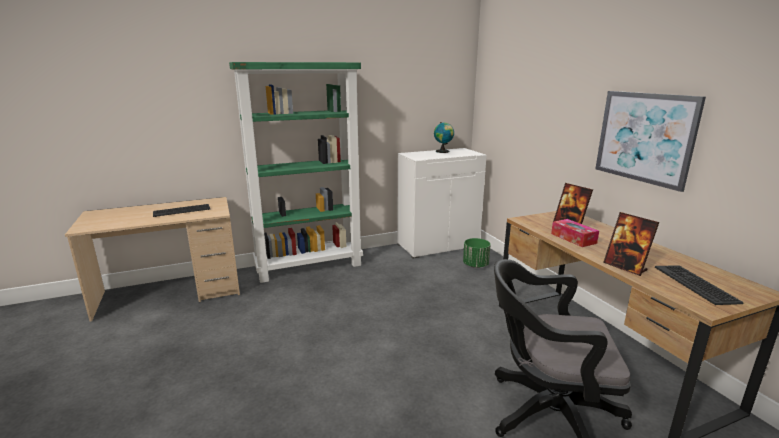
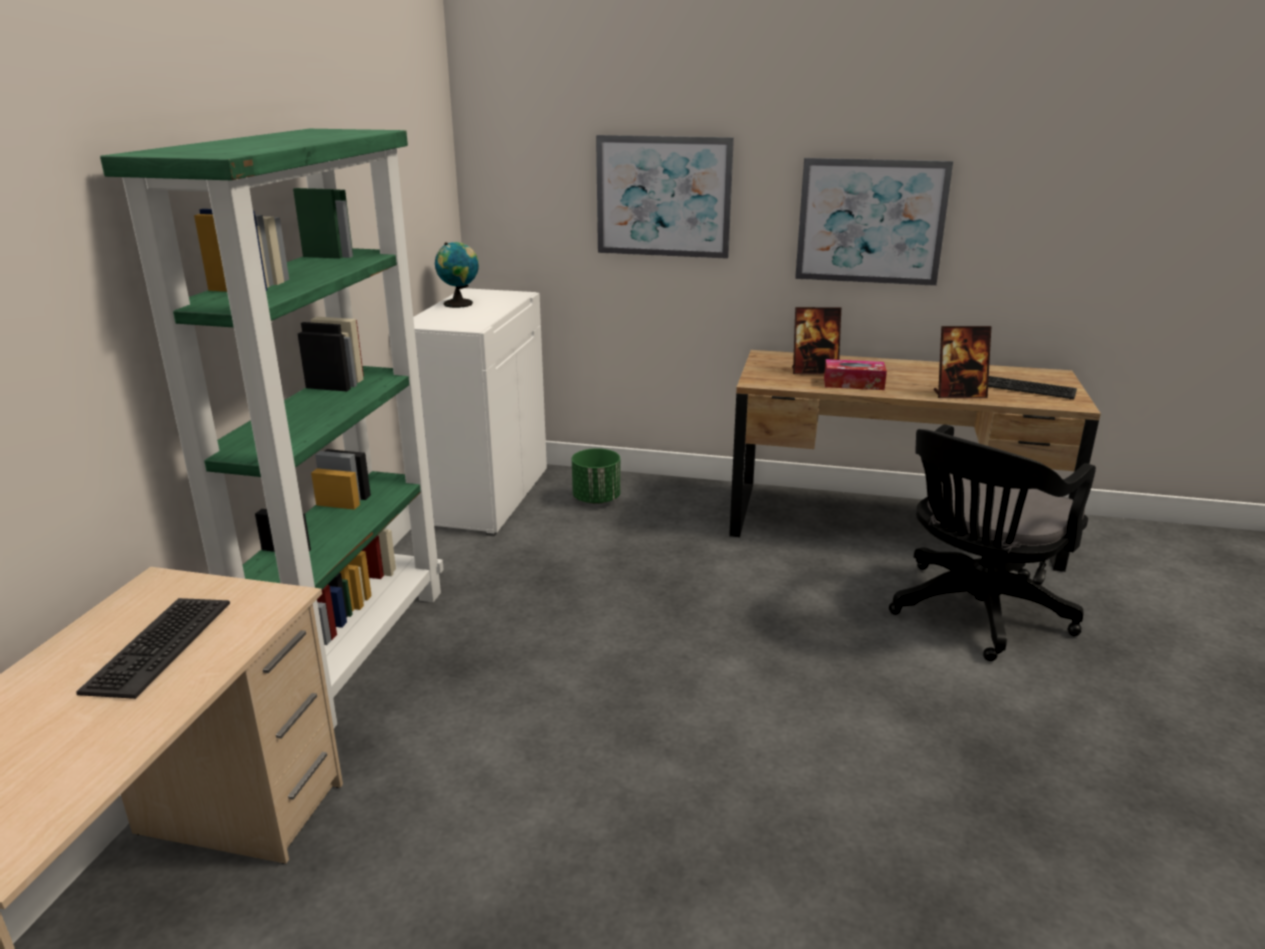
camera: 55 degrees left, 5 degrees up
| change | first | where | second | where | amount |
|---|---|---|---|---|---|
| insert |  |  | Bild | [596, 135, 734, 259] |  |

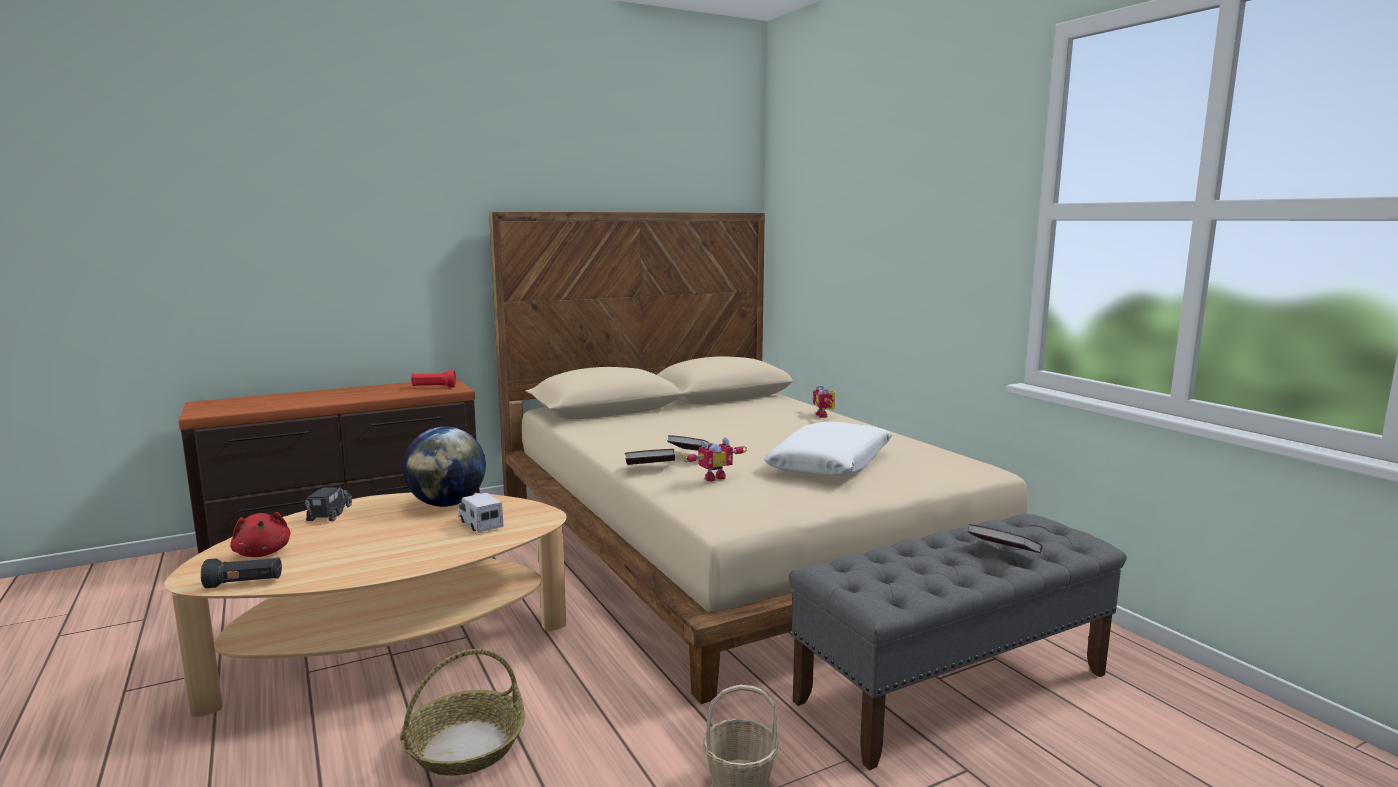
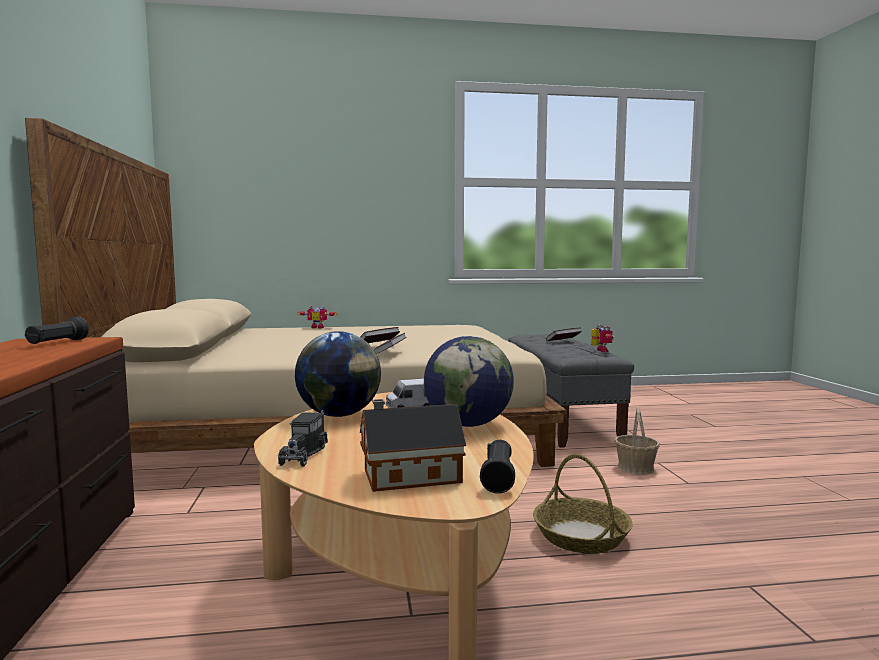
camera: 70 degrees left, 5 degrees down
| change | first | where | second | where | amount |
|---|---|---|---|---|---|
| delete | Kissen (weiß) | [764, 421, 892, 476] |  |  |  |
| insert |  |  | Globus | [424, 336, 514, 427] |  |
| move | Spielzeugroboter | [683, 438, 747, 482] |  | [591, 324, 614, 352] |  |
| replace | Plüschtier (rot) | [230, 512, 290, 557] | Spielzeughaus | [360, 399, 466, 492] |  |
| recolor | Taschenlampe (rot) | [411, 370, 456, 388] | Taschenlampe (schwarz) | [25, 317, 89, 344] |  |
| rotate | Spielzeuglaster | [305, 487, 352, 521] |  | [278, 410, 328, 466] | 105 degrees counterclockwise |

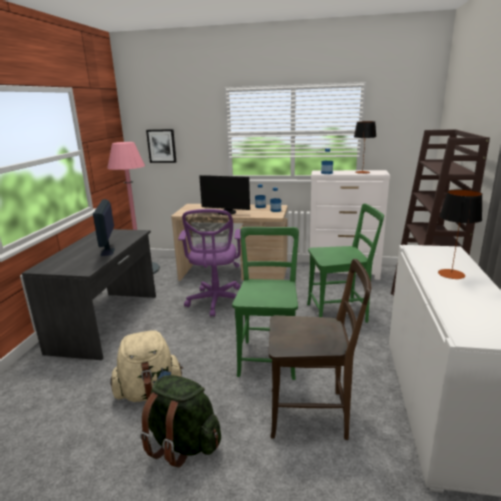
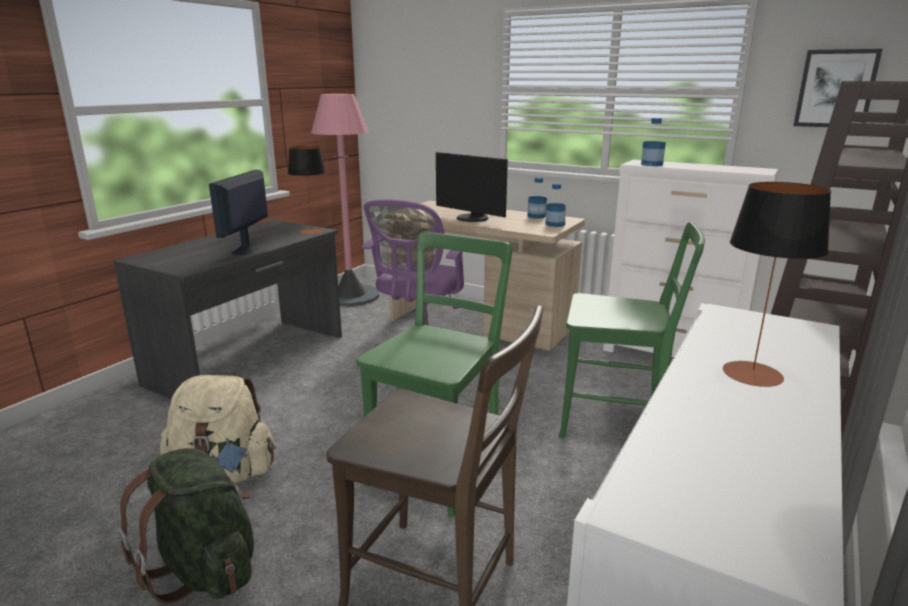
camera: 20 degrees right, 0 degrees up
| change | first | where | second | where | amount |
|---|---|---|---|---|---|
| move | Bild | [146, 129, 176, 163] |  | [793, 49, 883, 127] |  |
| move | Tischlampe | [354, 121, 376, 174] |  | [288, 146, 326, 234] |  |

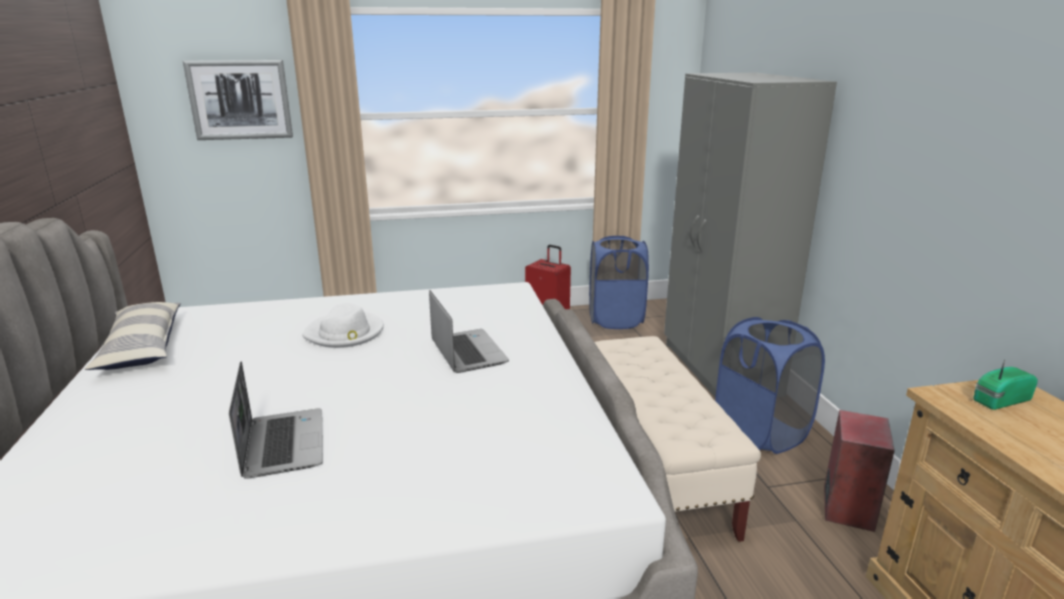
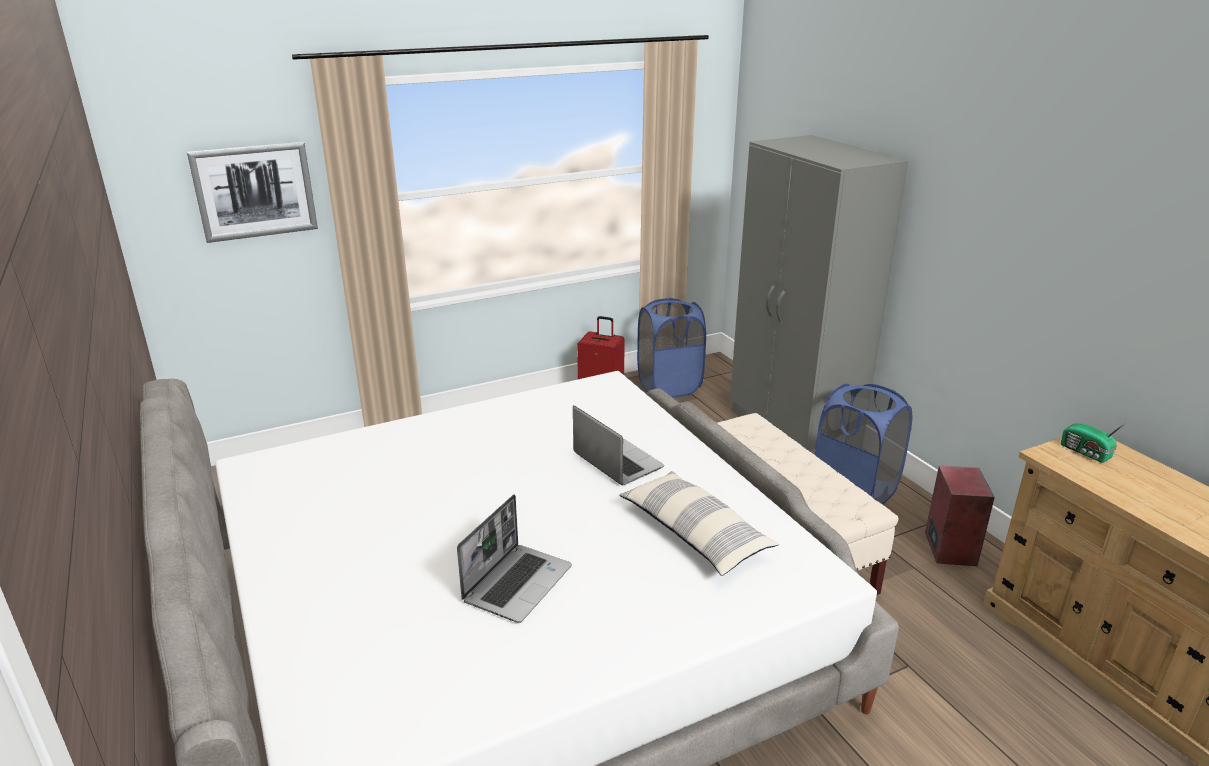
camera: 15 degrees left, 5 degrees up
| change | first | where | second | where | amount |
|---|---|---|---|---|---|
| delete | Hut (weiß) | [302, 303, 384, 348] |  |  |  |
| move | Kissen | [85, 302, 181, 370] |  | [619, 471, 779, 576] |  |
| rotate | Laptop | [229, 361, 323, 479] |  | [457, 494, 572, 623] | 60 degrees clockwise |
| rotate | Radio | [973, 360, 1038, 410] |  | [1061, 420, 1129, 463] | 90 degrees counterclockwise |

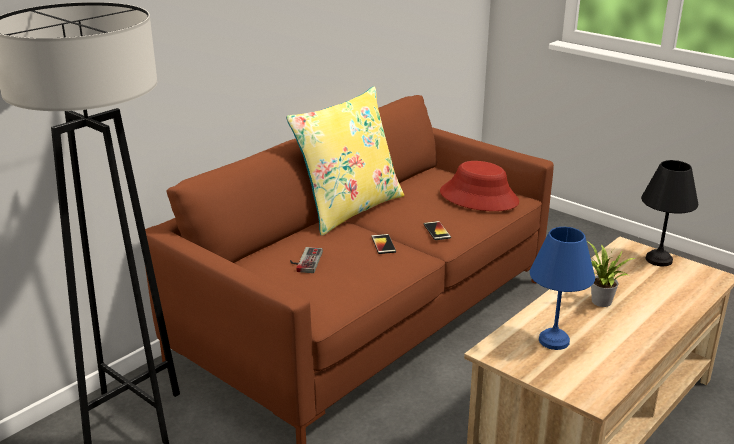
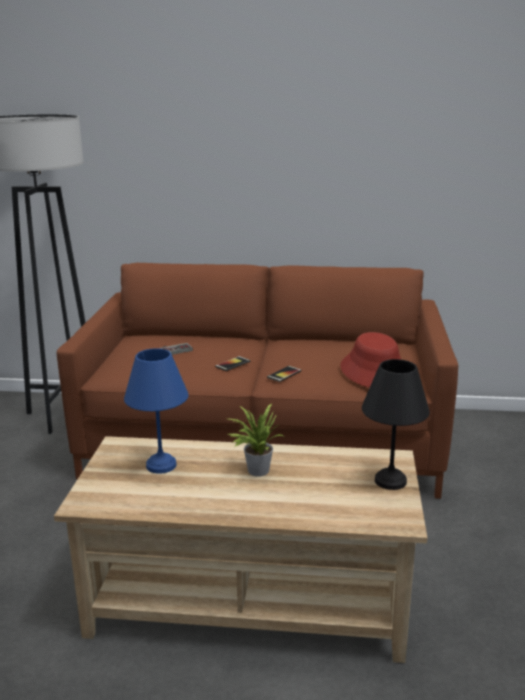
camera: 55 degrees right, 5 degrees down
| change | first | where | second | where | amount |
|---|---|---|---|---|---|
| delete | Kissen (gelb) | [286, 86, 404, 236] |  |  |  |

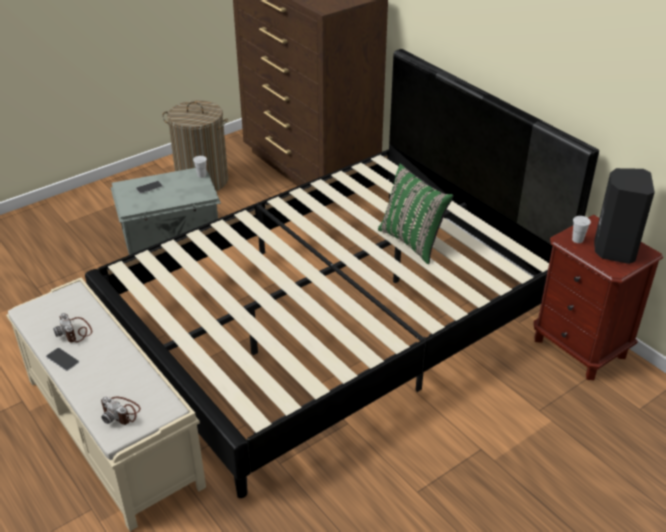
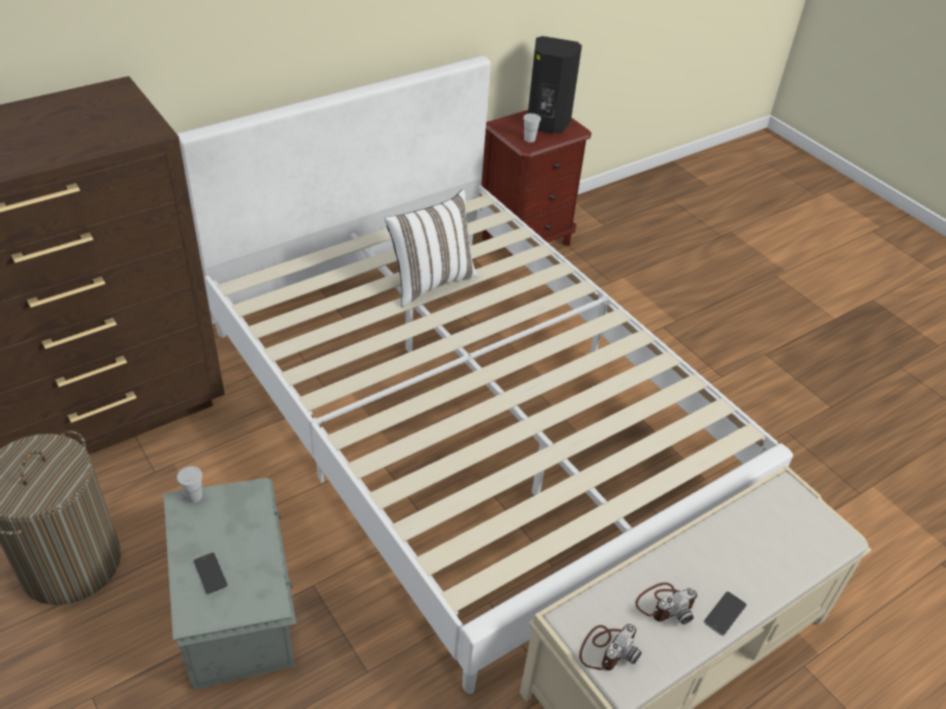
camera: 90 degrees left, 5 degrees up
| change | first | where | second | where | amount |
|---|---|---|---|---|---|
| move | Kamera | [101, 396, 141, 425] |  | [579, 624, 642, 671] |  |
| recolor | Bett (schwarz) | [85, 49, 599, 498] | Bett (weiß) | [177, 56, 793, 694] |  |
| recolor | Kissen (grün) | [378, 164, 454, 264] | Kissen (weiß) | [385, 190, 478, 307] |  |

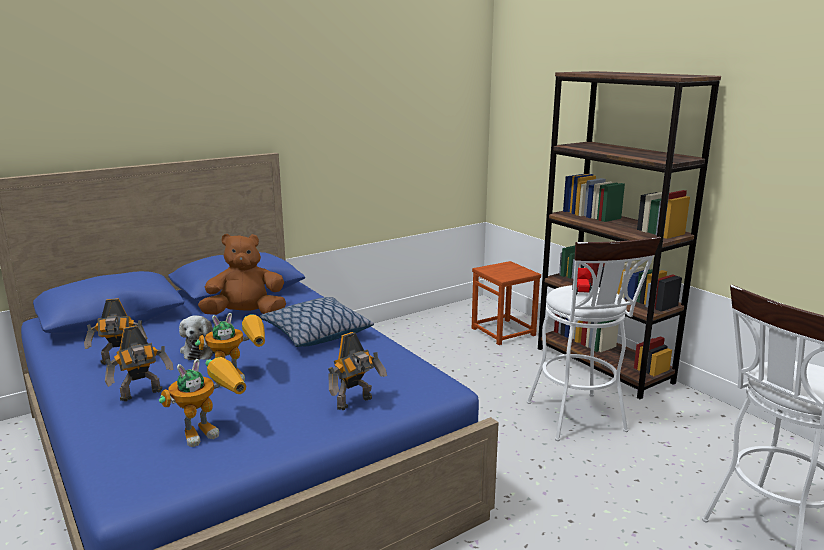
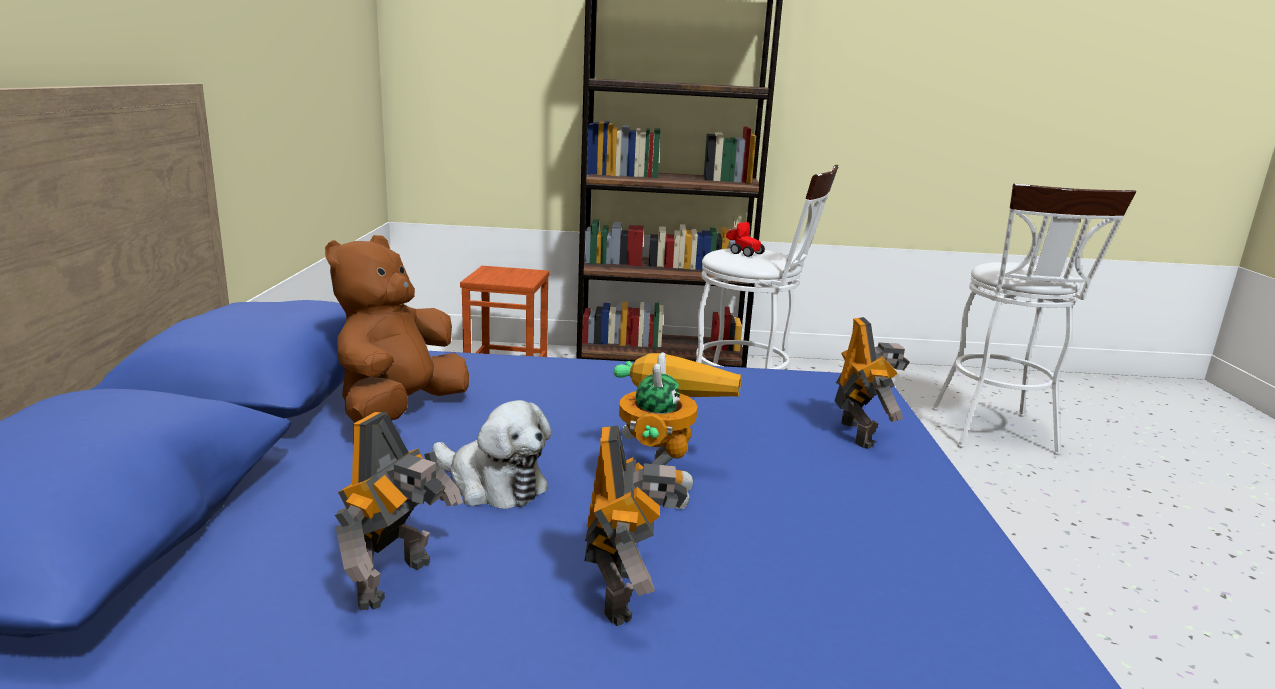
camera: 55 degrees left, 0 degrees up
| change | first | where | second | where | amount |
|---|---|---|---|---|---|
| delete | Spielzeugroboter | [159, 357, 246, 447] |  |  |  |
| delete | Kissen | [259, 297, 374, 347] |  |  |  |

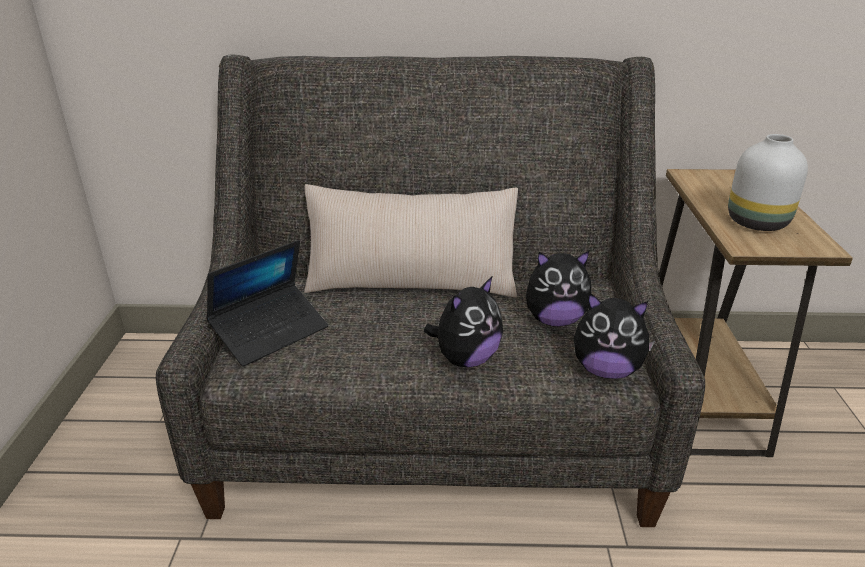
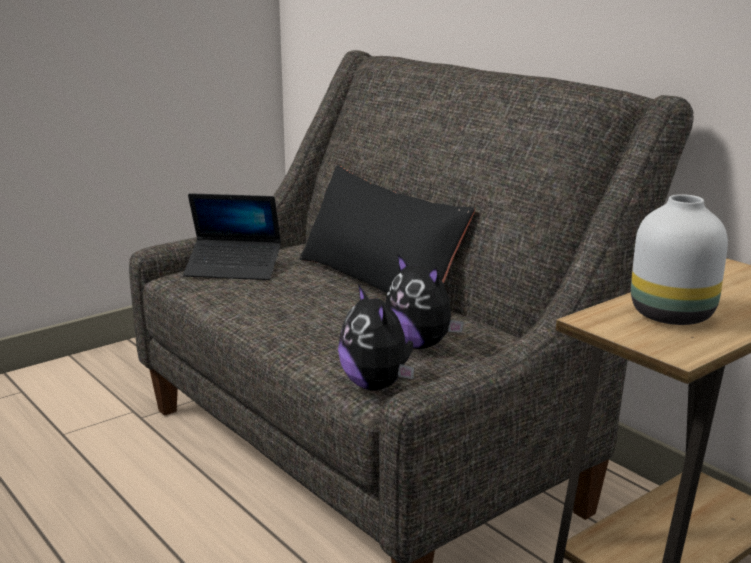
camera: 50 degrees right, 10 degrees down
| change | first | where | second | where | amount |
|---|---|---|---|---|---|
| delete | Plüschtier | [424, 277, 503, 367] |  |  |  |
| recolor | Kissen (beige) | [304, 184, 518, 297] | Kissen (schwarz) | [300, 165, 475, 293] |  |

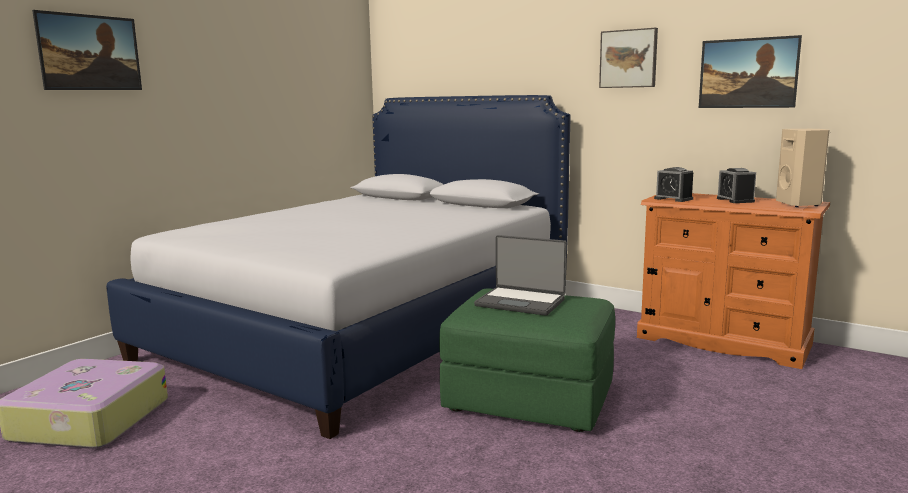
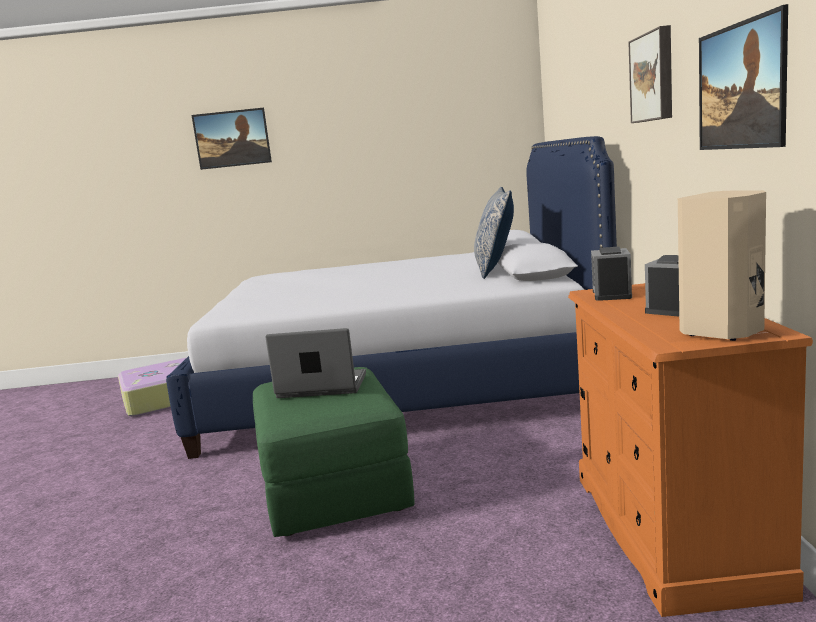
camera: 55 degrees right, 0 degrees up
| change | first | where | second | where | amount |
|---|---|---|---|---|---|
| insert |  |  | Kissen | [474, 187, 514, 279] |  |
| rotate | Laptop | [474, 235, 567, 316] |  | [265, 328, 366, 398] | 105 degrees clockwise |

